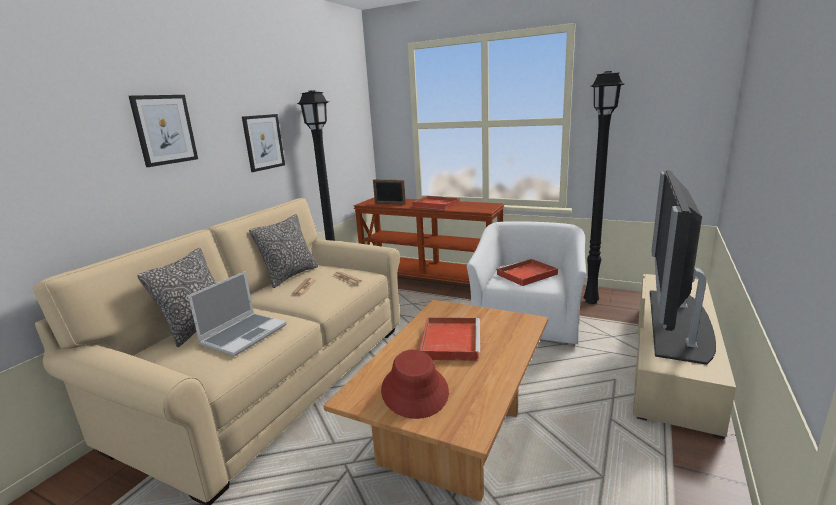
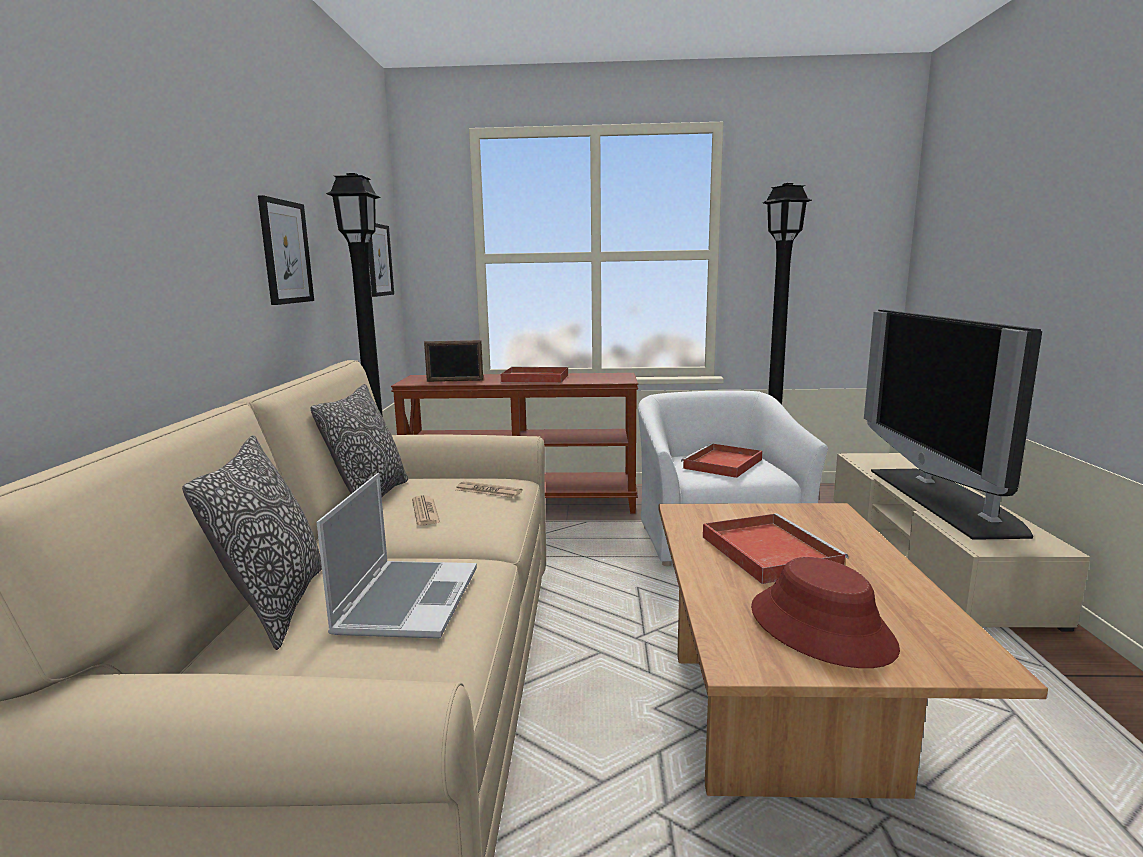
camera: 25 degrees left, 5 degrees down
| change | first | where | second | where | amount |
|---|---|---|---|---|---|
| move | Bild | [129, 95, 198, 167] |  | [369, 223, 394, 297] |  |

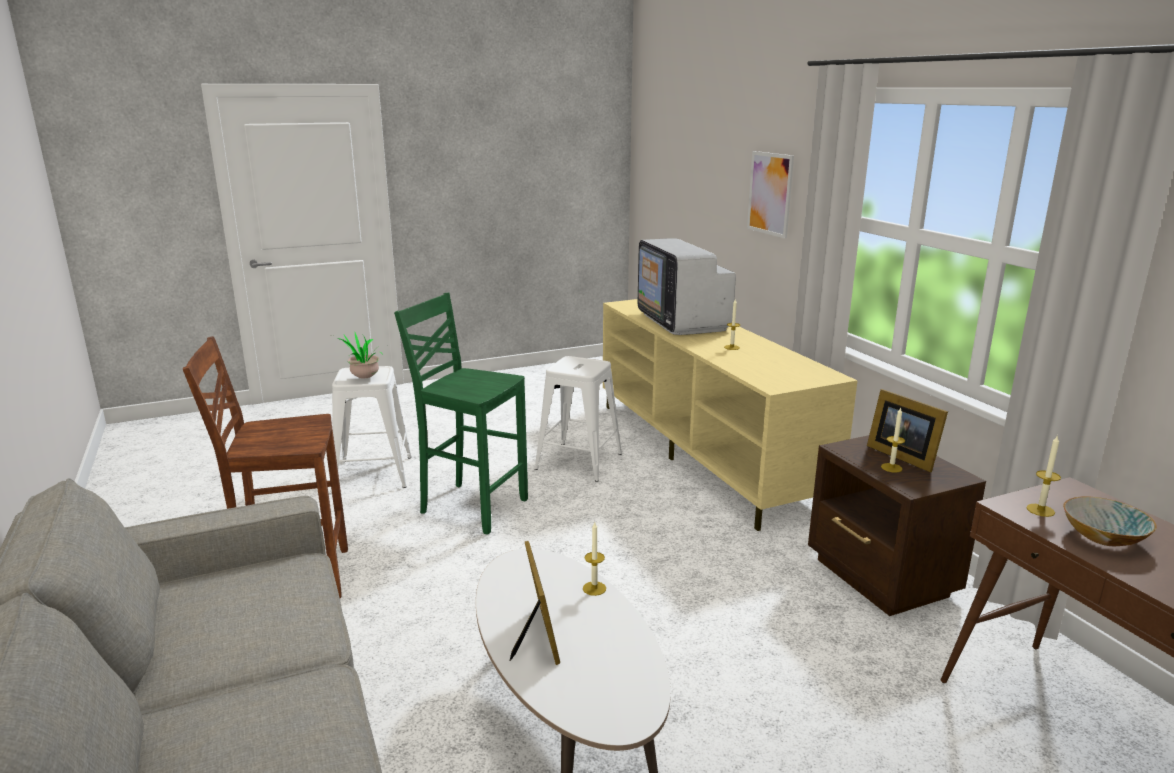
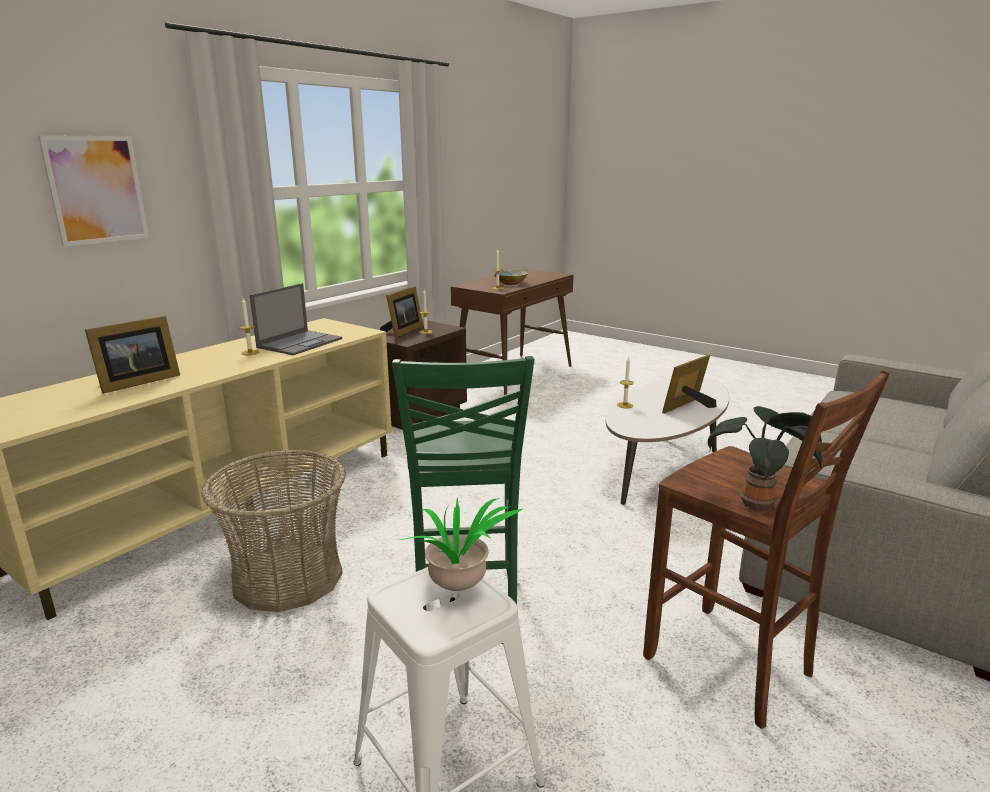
camera: 120 degrees left, 0 degrees up
| change | first | where | second | where | amount |
|---|---|---|---|---|---|
| insert |  |  | Laptop | [250, 283, 342, 355] |  |
| insert |  |  | Topfpflanze | [708, 406, 822, 511] |  |
| replace | Hocker (weiß) | [534, 356, 622, 482] | Korb | [201, 449, 346, 612] |  |
| replace | Fernseher | [638, 238, 736, 335] | Bilderrahmen | [85, 316, 180, 394] |  |

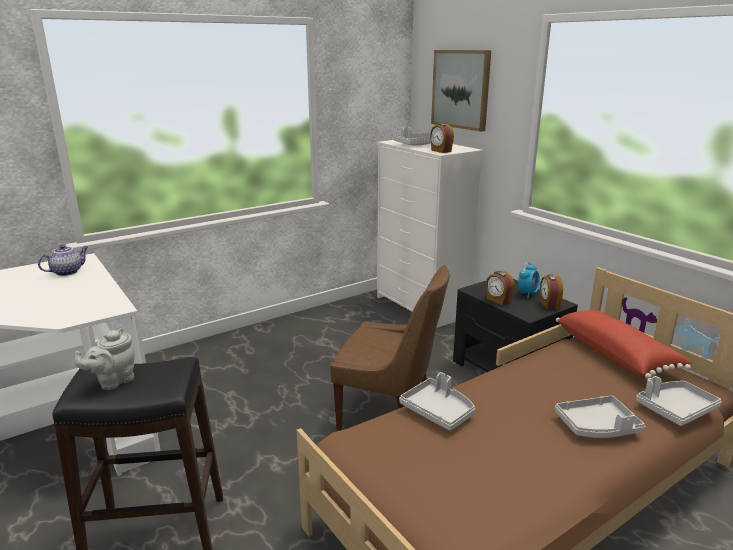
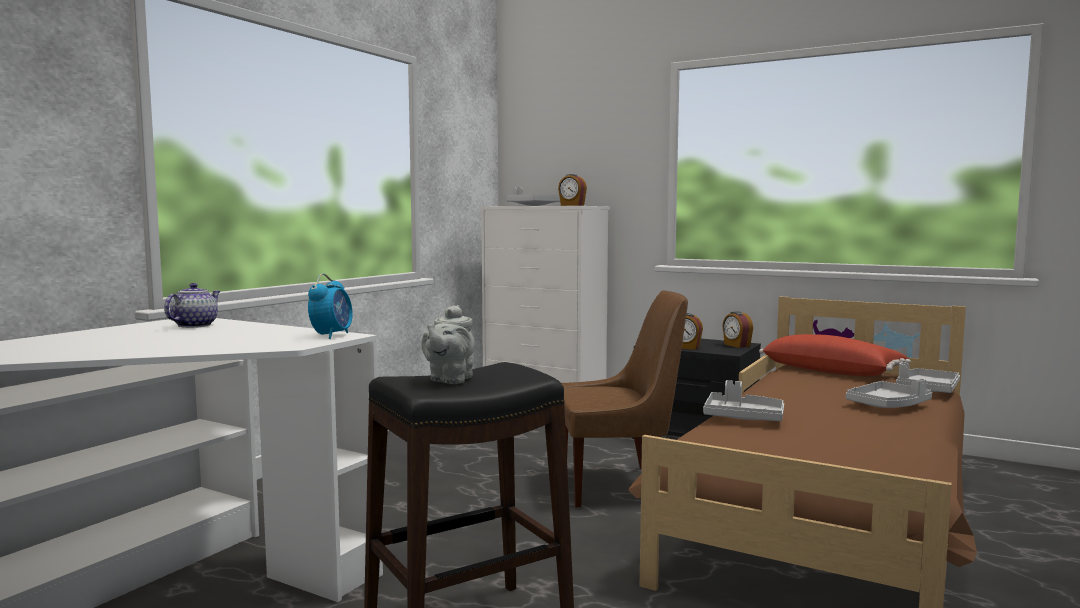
camera: 25 degrees left, 15 degrees down
| change | first | where | second | where | amount |
|---|---|---|---|---|---|
| delete | Bild | [431, 50, 491, 132] |  |  |  |
| move | Wecker | [518, 262, 540, 298] |  | [308, 273, 353, 339] |  |

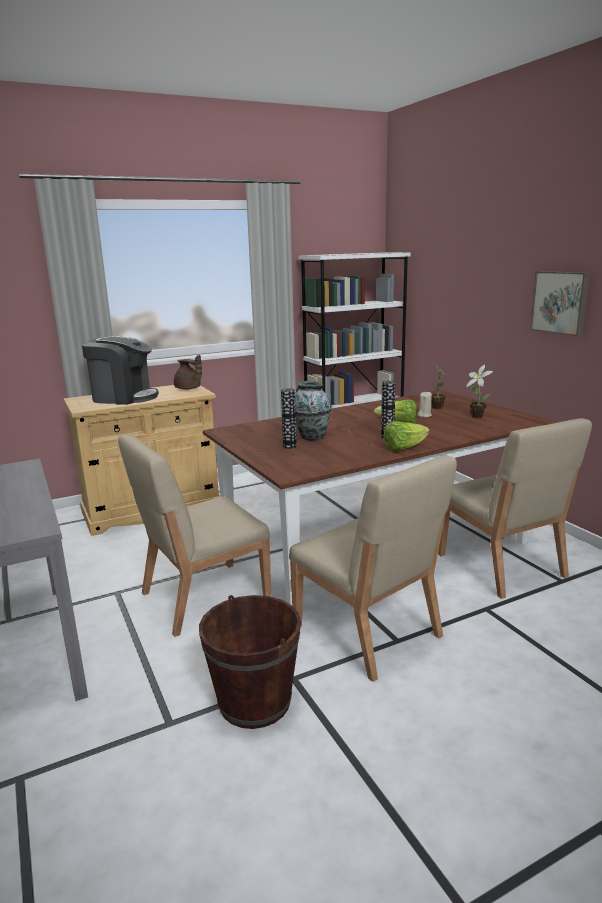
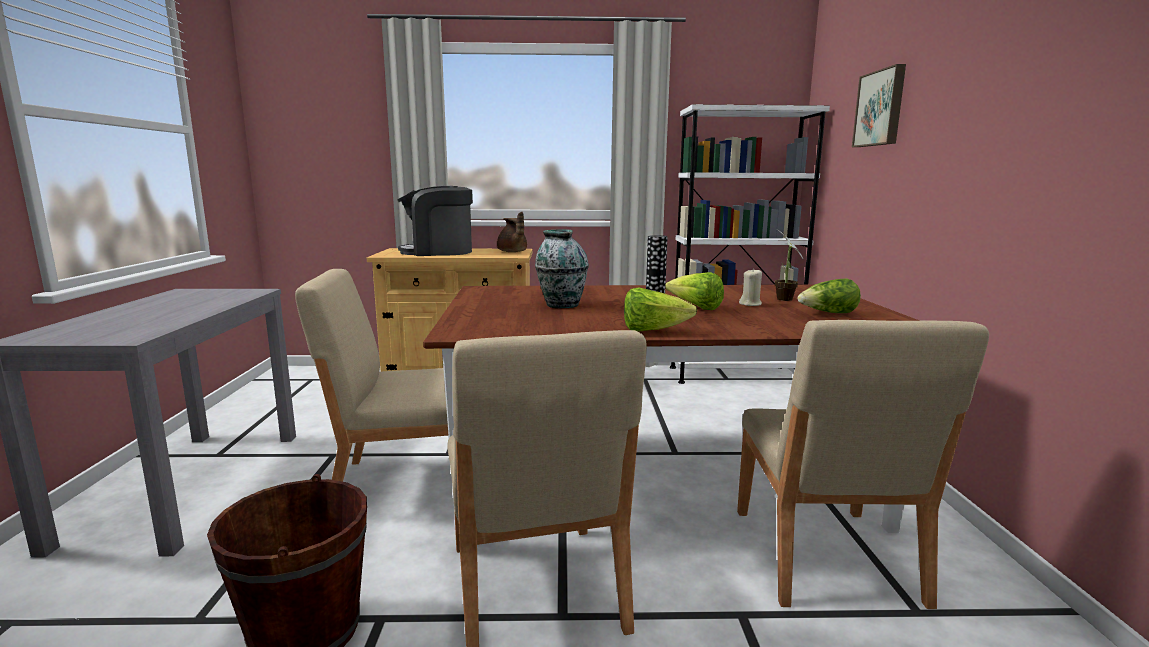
camera: 25 degrees right, 5 degrees down
| change | first | where | second | where | amount |
|---|---|---|---|---|---|
| delete | Vase | [281, 389, 297, 449] |  |  |  |
| move | Bild | [530, 271, 590, 336] |  | [852, 64, 906, 147] |  |
| replace | Topfpflanze | [466, 365, 493, 418] | Salatkopf | [798, 279, 861, 313] |  |
| rotate | Kaffeemaschine | [82, 336, 159, 405] |  | [397, 186, 473, 256] | 135 degrees clockwise |

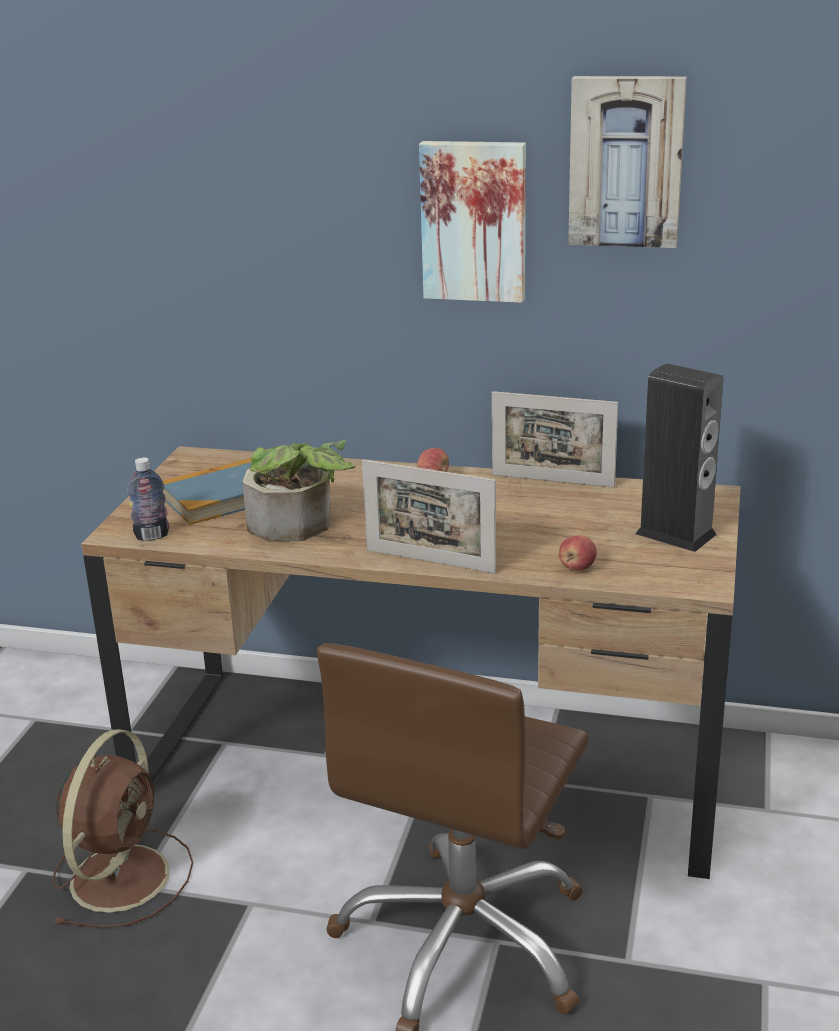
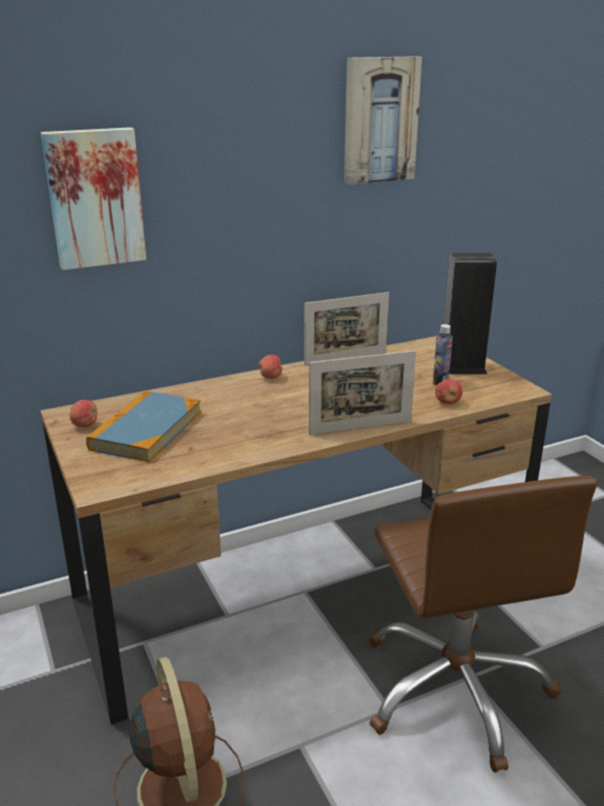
camera: 40 degrees left, 0 degrees up
| change | first | where | second | where | amount |
|---|---|---|---|---|---|
| delete | Topfpflanze | [242, 440, 355, 542] |  |  |  |
| insert |  |  | Apfel | [70, 400, 97, 427] |  |
| move | Flasche | [127, 457, 169, 541] |  | [433, 324, 453, 385] |  |
| move | Bild | [419, 141, 526, 303] |  | [41, 127, 146, 270] |  |

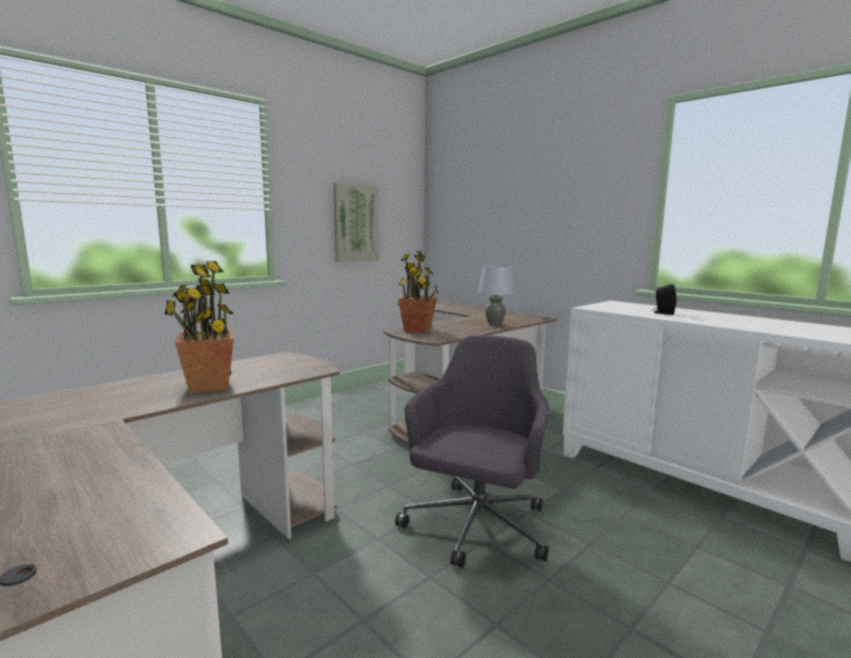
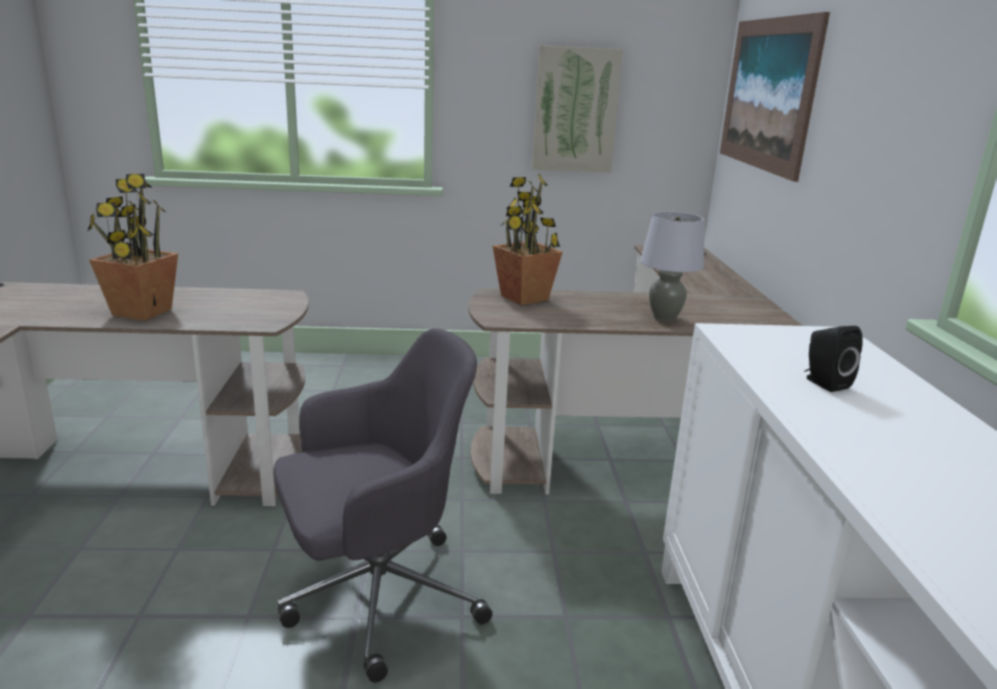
camera: 40 degrees right, 10 degrees up
| change | first | where | second | where | amount |
|---|---|---|---|---|---|
| insert |  |  | Bild | [720, 12, 830, 182] |  |

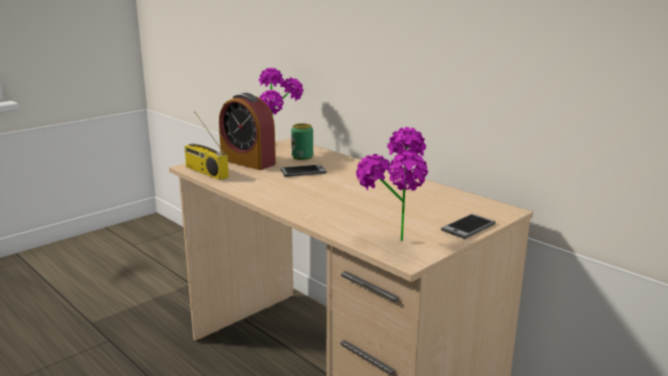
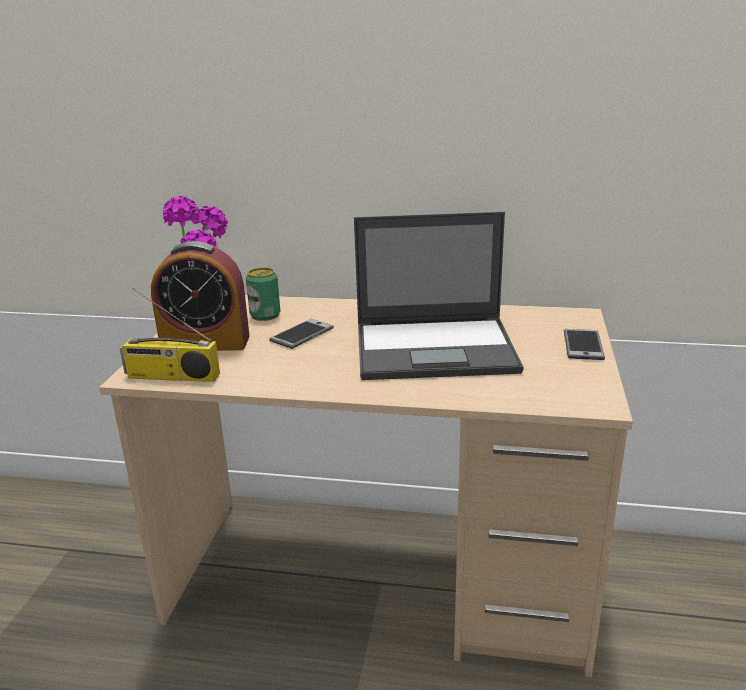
camera: 35 degrees left, 5 degrees up
| change | first | where | second | where | amount |
|---|---|---|---|---|---|
| delete | Topfpflanze | [356, 127, 428, 241] |  |  |  |
| insert |  |  | Laptop | [354, 212, 524, 380] |  |

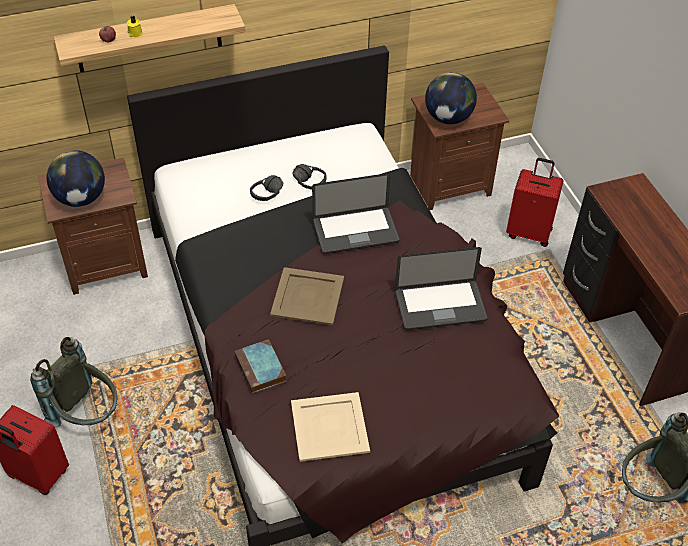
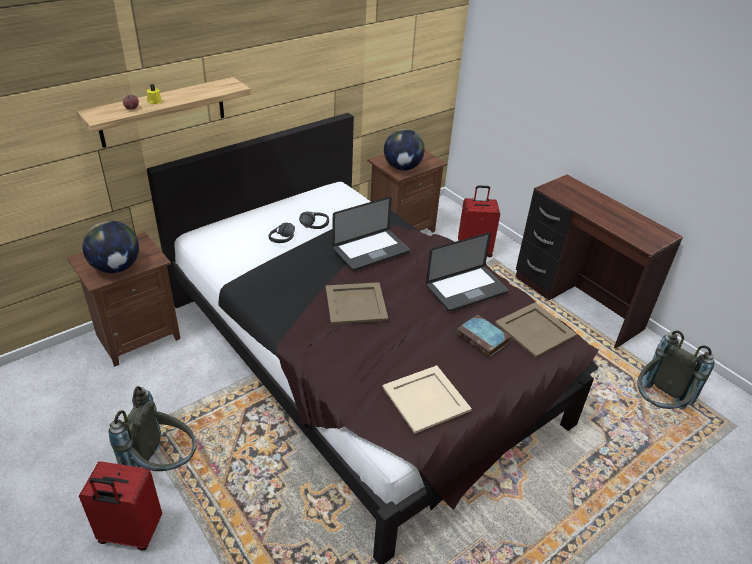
camera: 20 degrees left, 10 degrees down
| change | first | where | second | where | amount |
|---|---|---|---|---|---|
| insert |  |  | Tablett (beige) | [495, 302, 577, 358] |  |
| move | Buch | [234, 339, 287, 393] |  | [456, 315, 510, 358] |  |

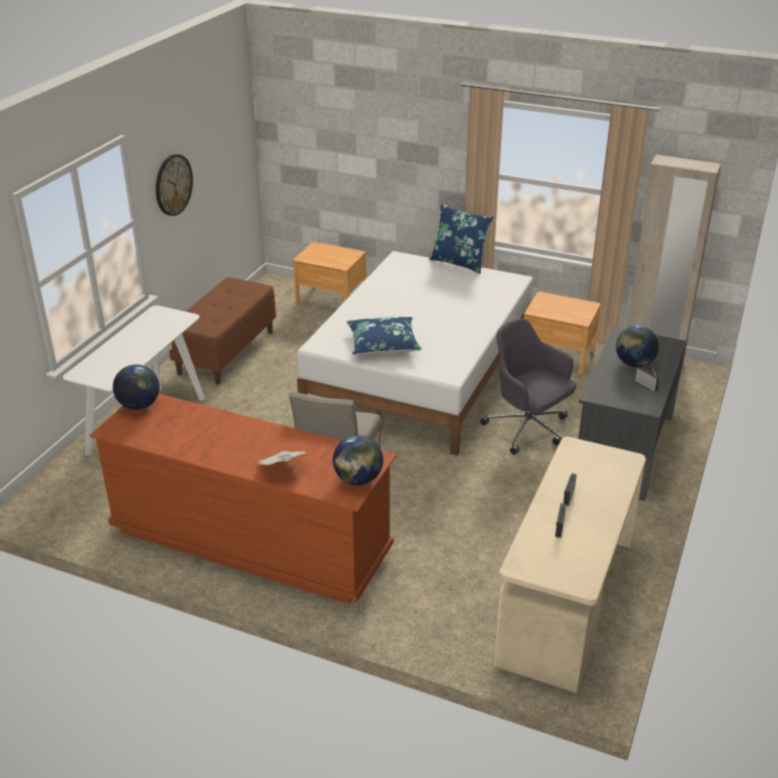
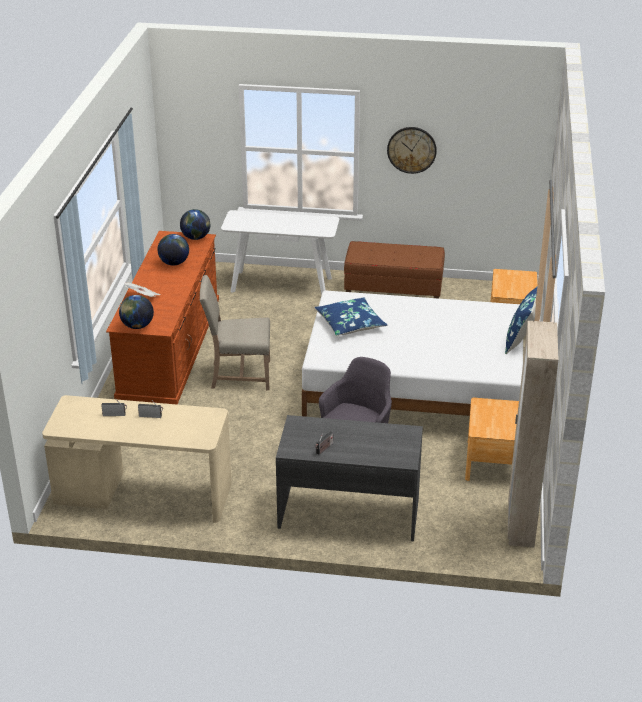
camera: 75 degrees right, 0 degrees up
| change | first | where | second | where | amount |
|---|---|---|---|---|---|
| move | Globus | [616, 326, 659, 367] |  | [157, 234, 189, 266] |  |

